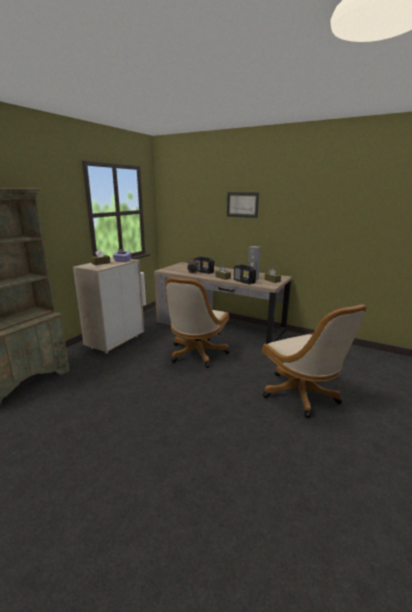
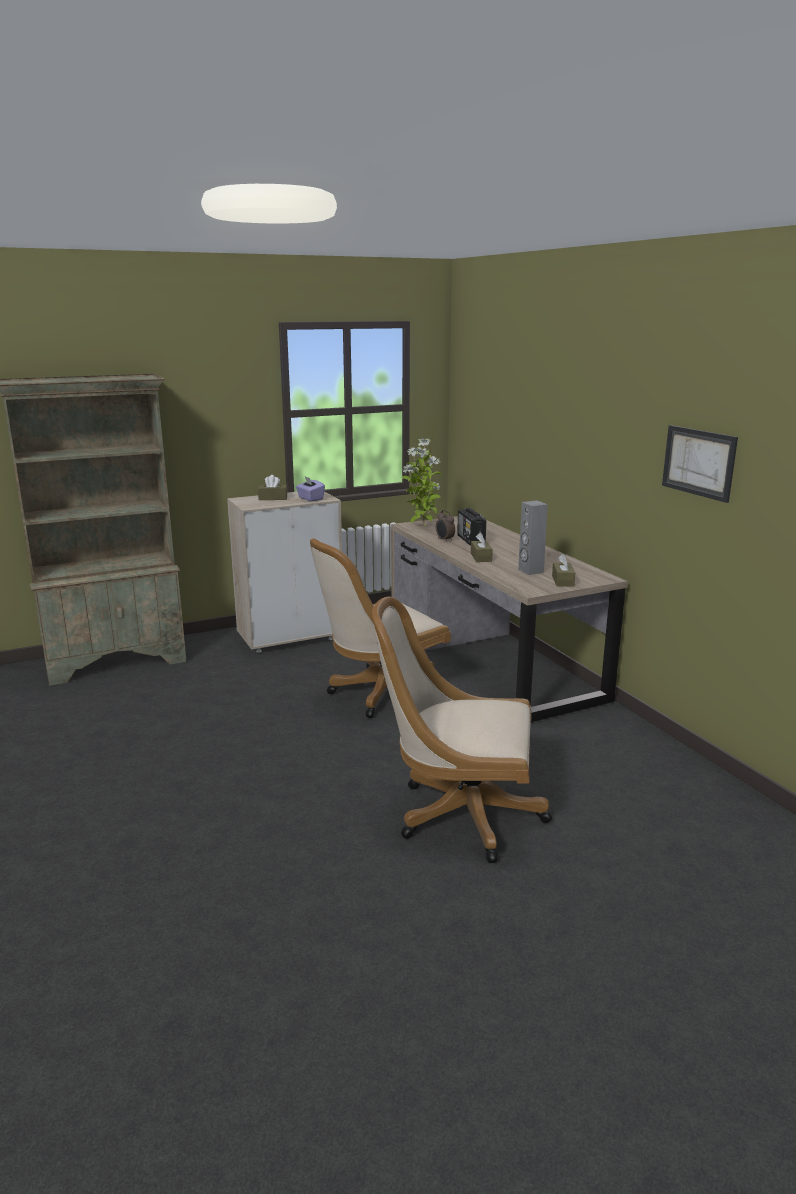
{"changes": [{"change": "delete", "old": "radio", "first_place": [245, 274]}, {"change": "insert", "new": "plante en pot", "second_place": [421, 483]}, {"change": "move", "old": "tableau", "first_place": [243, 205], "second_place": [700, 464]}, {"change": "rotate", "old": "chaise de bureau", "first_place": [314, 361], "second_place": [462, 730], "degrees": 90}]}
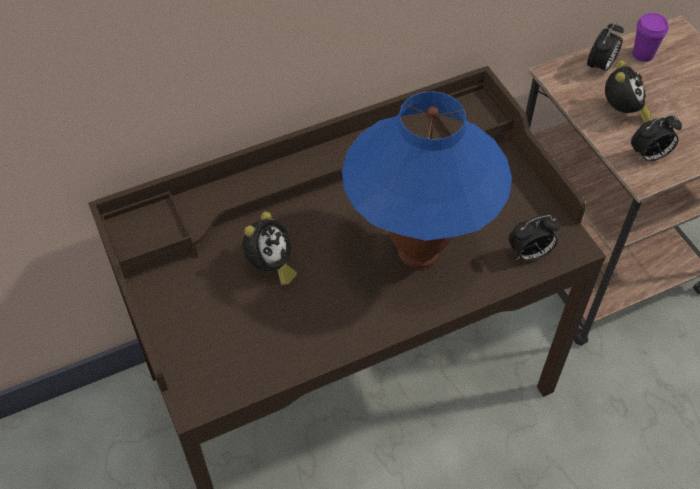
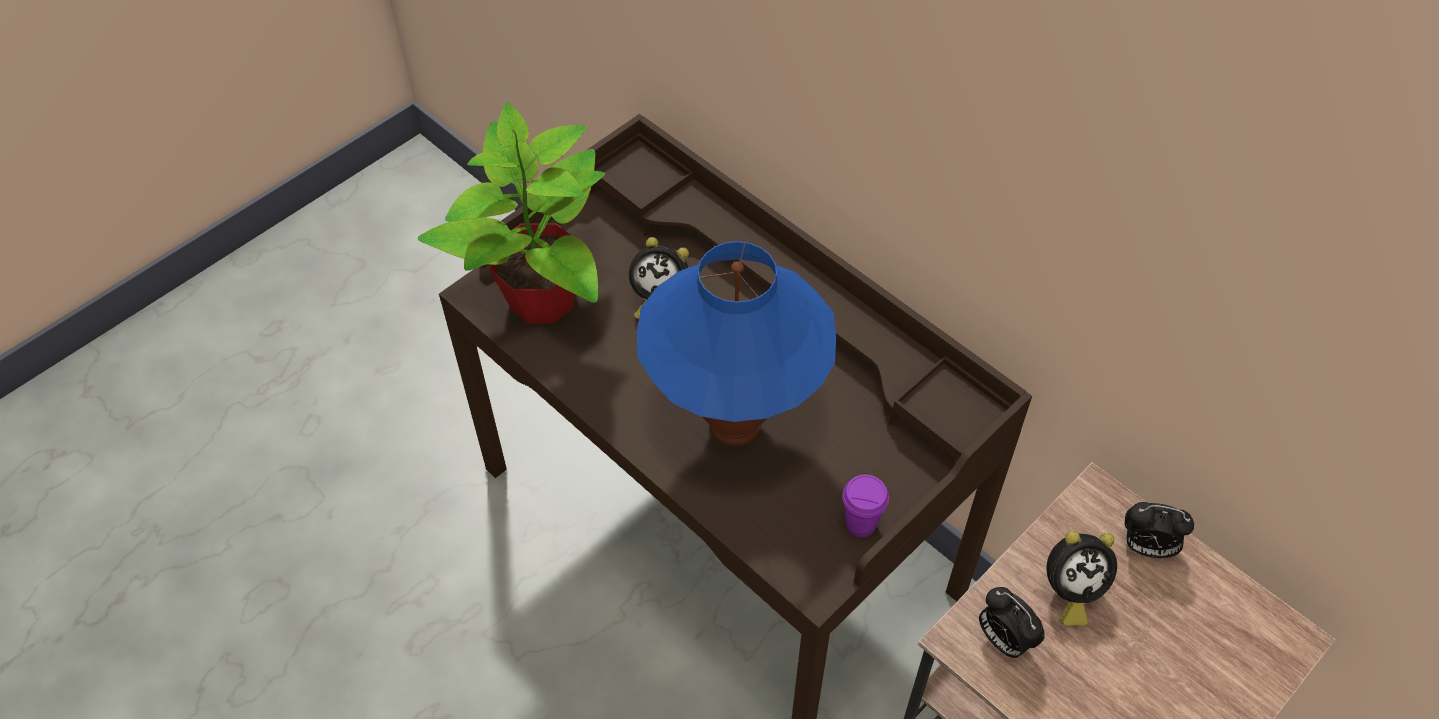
{"changes": [{"change": "delete", "old": "réveil", "first_place": [534, 238]}, {"change": "insert", "new": "plante en pot", "second_place": [511, 213]}, {"change": "move", "old": "tasse [violet]", "first_place": [651, 37], "second_place": [865, 505]}]}
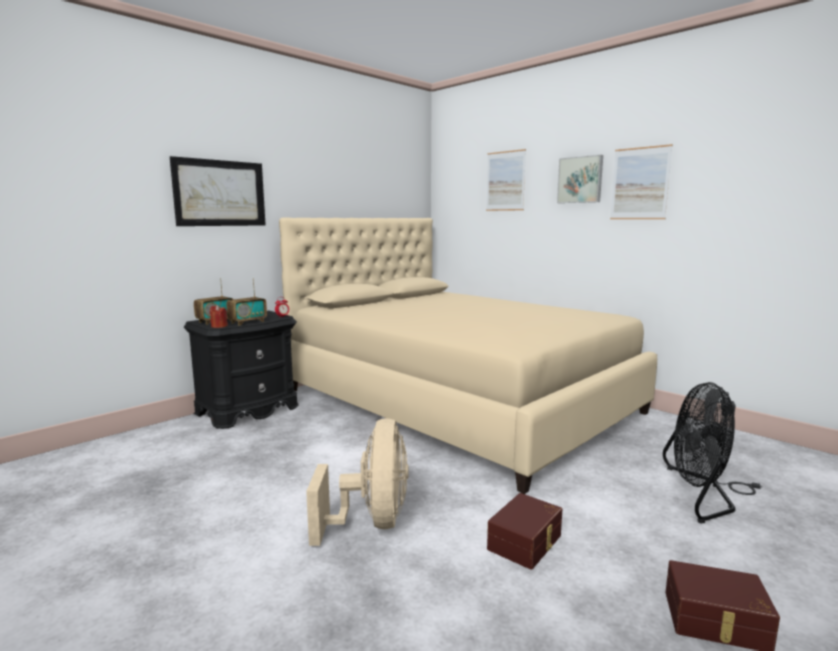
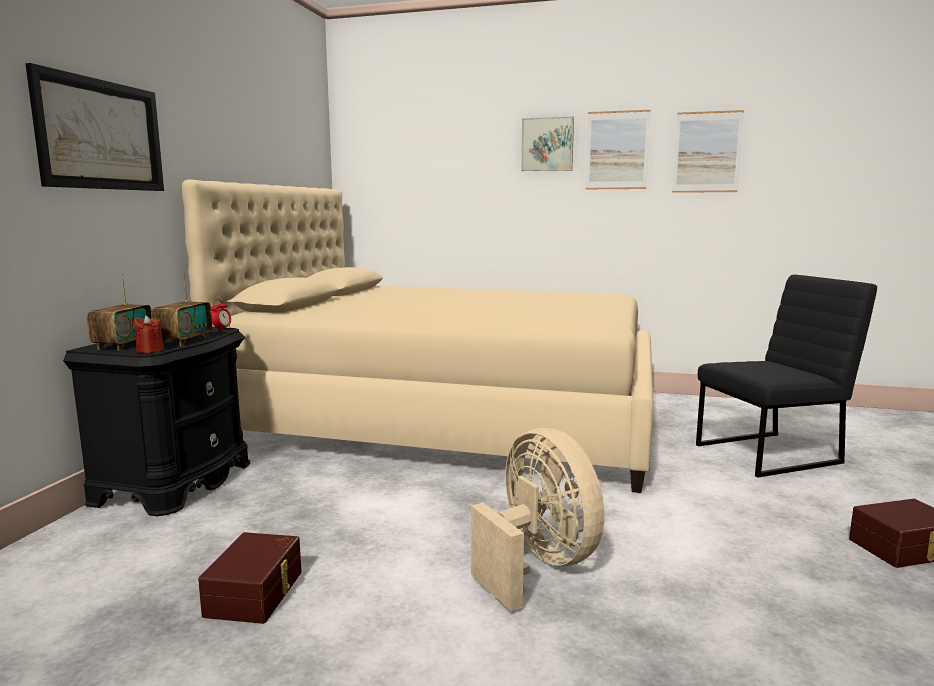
{"changes": [{"change": "move", "old": "tableau", "first_place": [506, 180], "second_place": [708, 151]}, {"change": "move", "old": "boîte de rangement [marron]", "first_place": [524, 531], "second_place": [250, 578]}, {"change": "replace", "old": "ventilateur [noir]", "new": "chaise [noir]", "first_place": [713, 453], "second_place": [786, 376]}]}
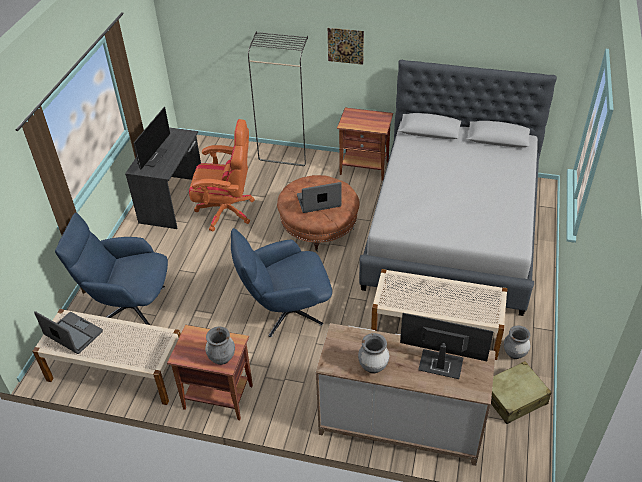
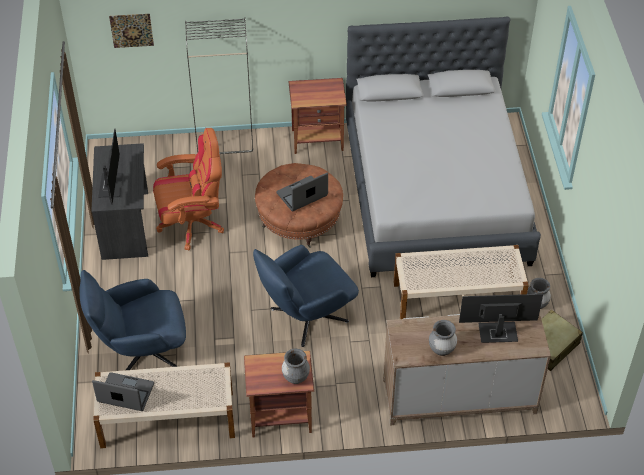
{"changes": [{"change": "move", "old": "tableau", "first_place": [346, 46], "second_place": [131, 31]}]}
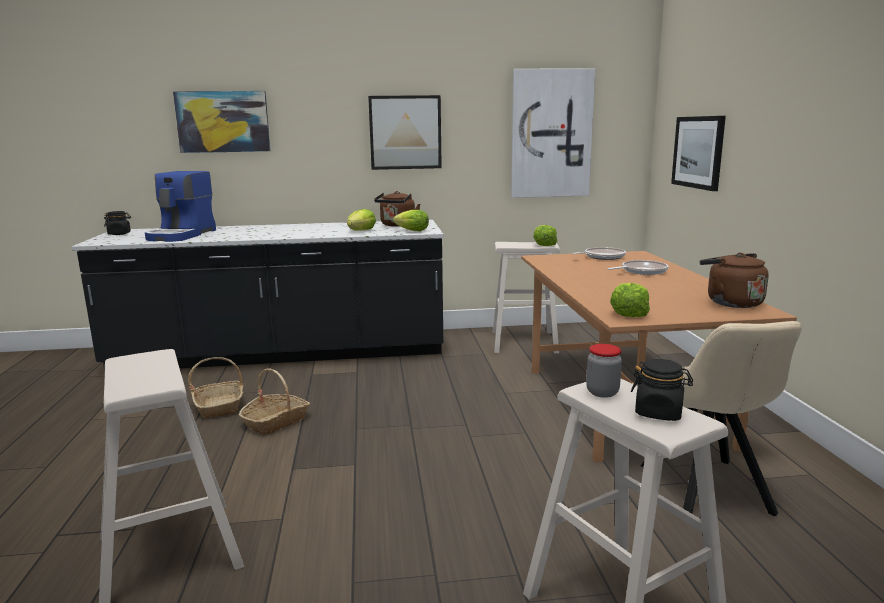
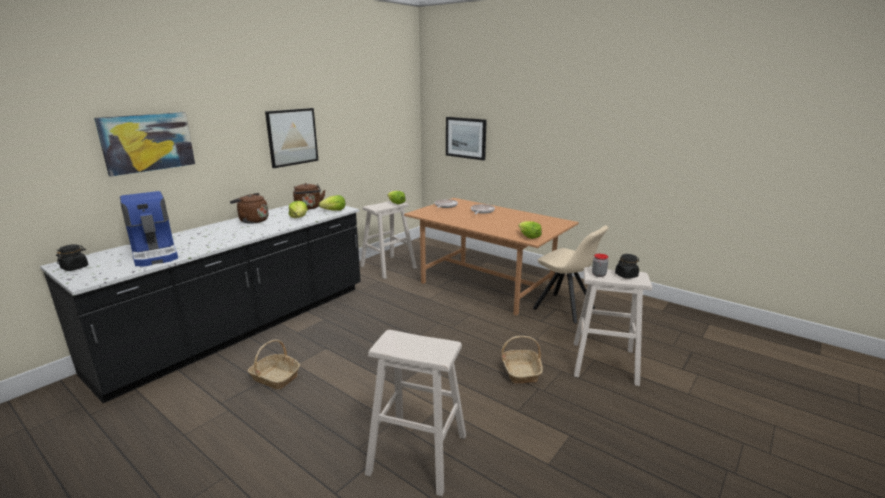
{"changes": [{"change": "delete", "old": "tableau", "first_place": [553, 133]}, {"change": "move", "old": "panier", "first_place": [274, 402], "second_place": [522, 359]}, {"change": "move", "old": "bouilloire [marron]", "first_place": [734, 280], "second_place": [249, 208]}]}
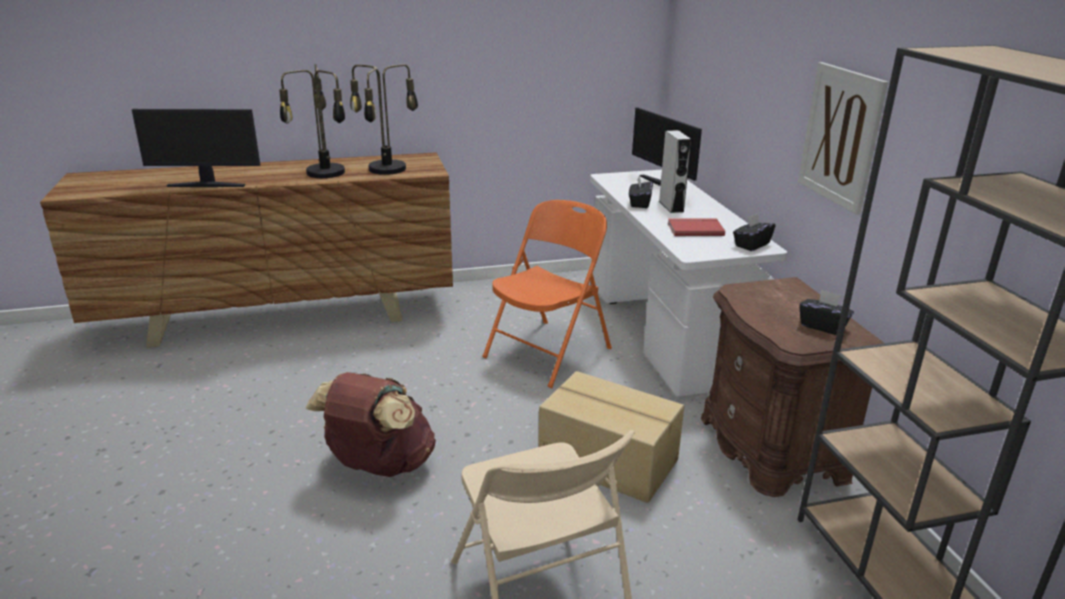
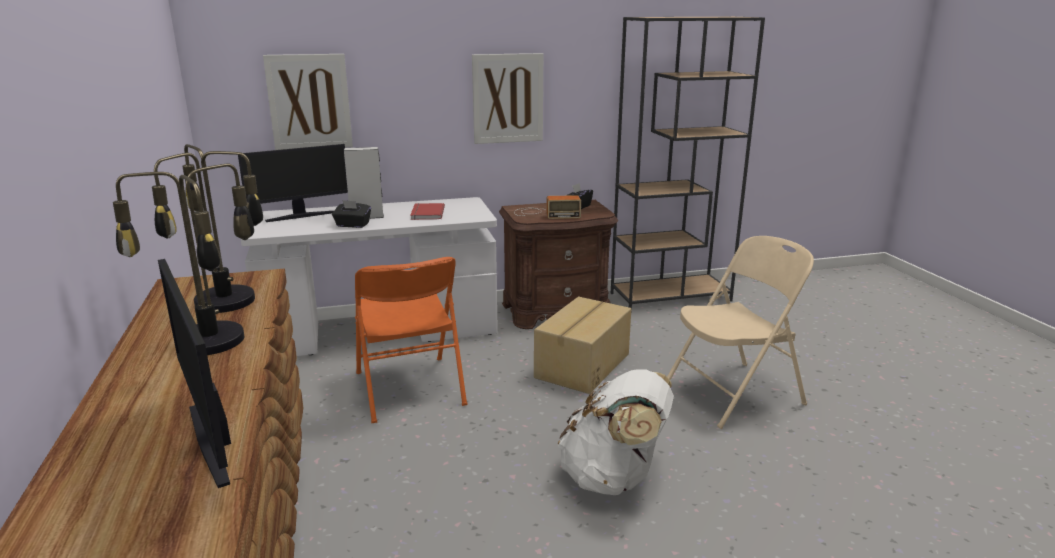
{"changes": [{"change": "delete", "old": "boîte à mouchoirs [noir]", "first_place": [754, 232]}, {"change": "insert", "new": "tableau", "second_place": [308, 102]}, {"change": "insert", "new": "radio", "second_place": [547, 207]}, {"change": "recolor", "old": "sac à dos [marron]", "new": "sac à dos [blanc]", "first_place": [371, 424], "second_place": [616, 432]}, {"change": "rotate", "old": "écran d'ordinateur", "first_place": [196, 148], "second_place": [194, 373], "degrees": 150}, {"change": "rotate", "old": "chaise [orange]", "first_place": [547, 294], "second_place": [411, 340], "degrees": -150}]}
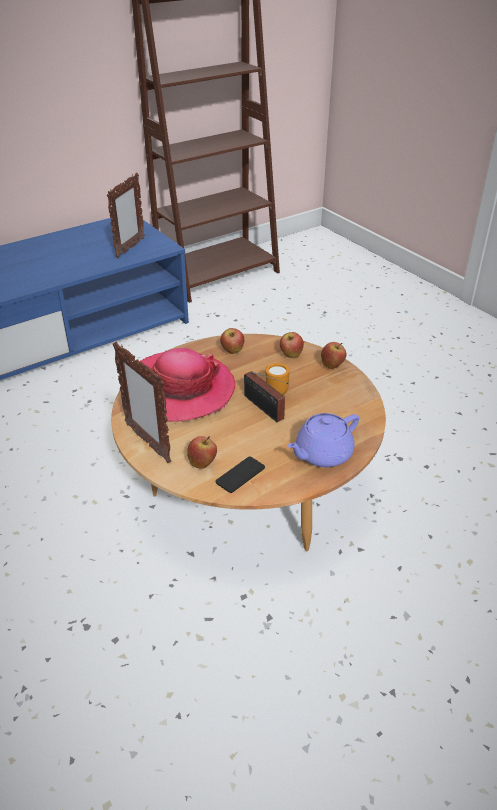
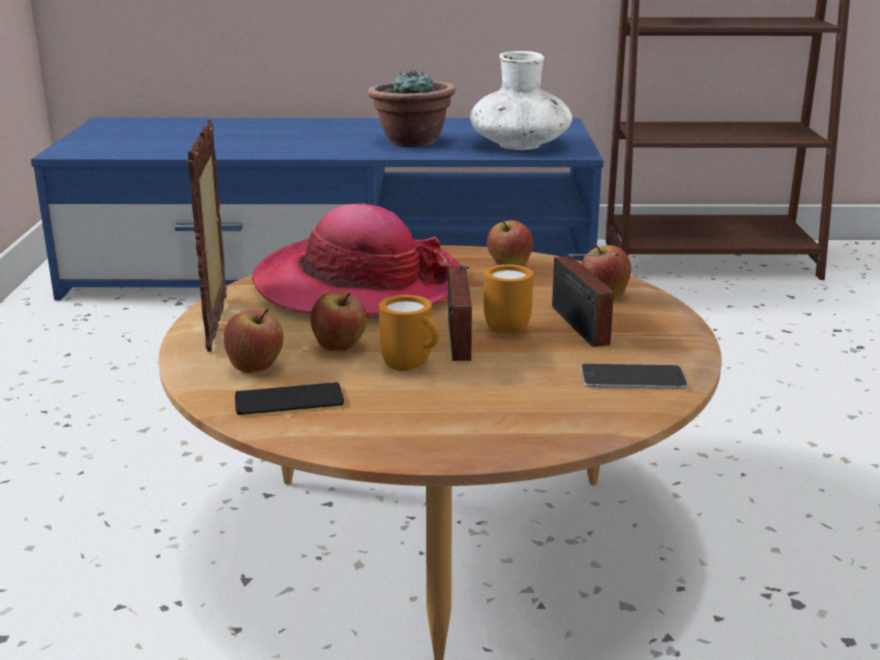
{"changes": [{"change": "delete", "old": "théière [violet]", "first_place": [323, 440]}, {"change": "insert", "new": "plante en pot", "second_place": [412, 107]}, {"change": "insert", "new": "mug [orange]", "second_place": [409, 333]}, {"change": "insert", "new": "radio", "second_place": [585, 300]}, {"change": "insert", "new": "téléphone", "second_place": [634, 376]}, {"change": "move", "old": "pomme", "first_place": [333, 355], "second_place": [338, 321]}, {"change": "replace", "old": "cadre photo", "new": "vase [blanc]", "first_place": [126, 215], "second_place": [521, 100]}]}
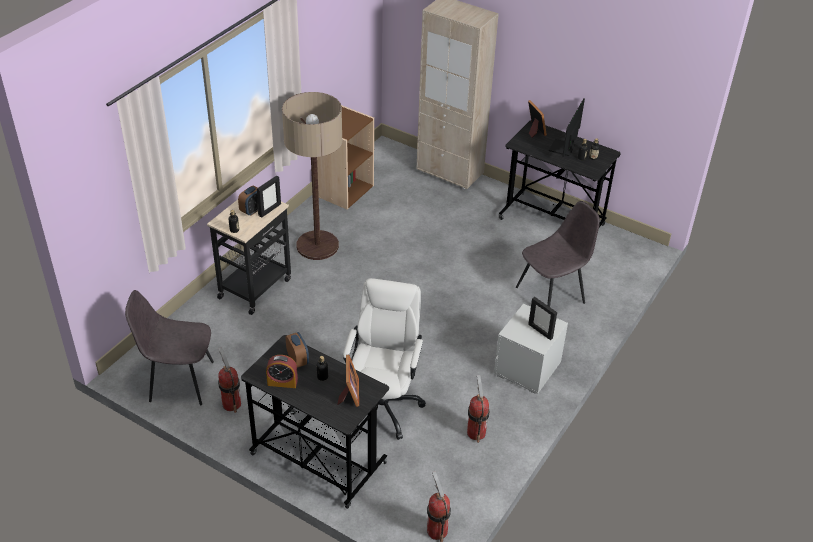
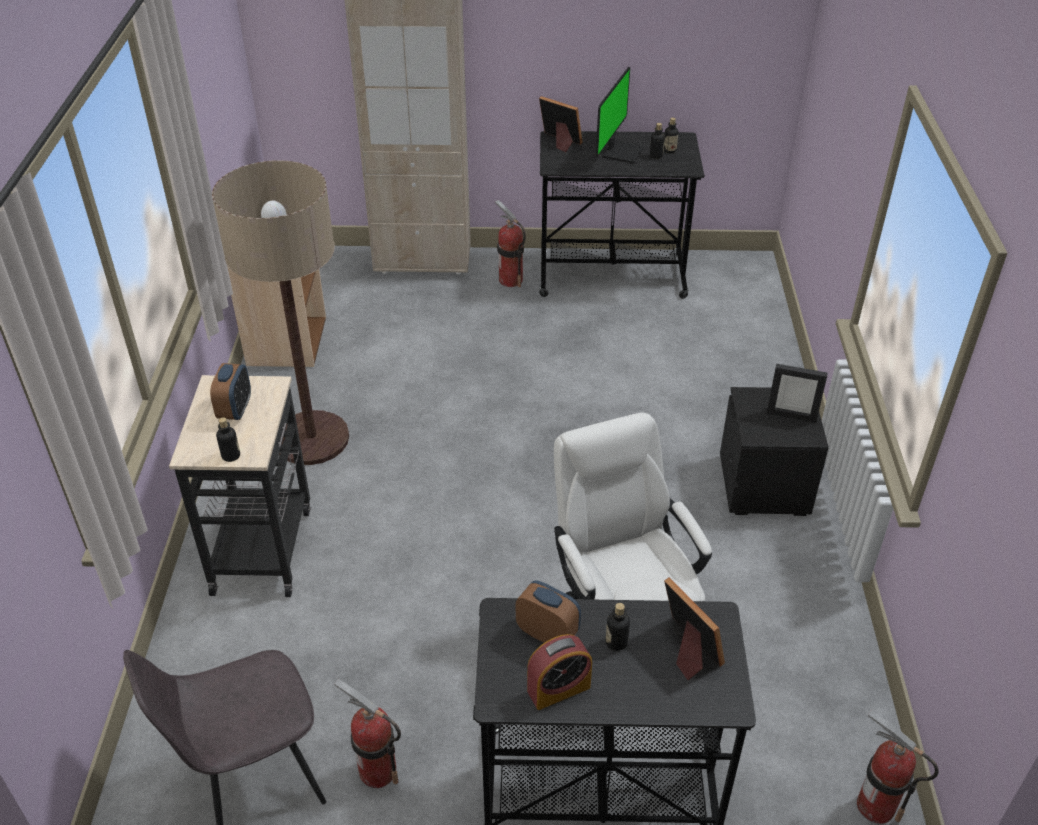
{"changes": [{"change": "delete", "old": "cadre photo", "first_place": [269, 196]}, {"change": "delete", "old": "chaise [gris]", "first_place": [558, 254]}, {"change": "move", "old": "extincteur", "first_place": [478, 409], "second_place": [510, 243]}, {"change": "recolor", "old": "table de chevet [blanc]", "new": "table de chevet [noir]", "first_place": [531, 349], "second_place": [774, 451]}, {"change": "rotate", "old": "écran d'ordinateur", "first_place": [567, 127], "second_place": [620, 115], "degrees": -150}]}
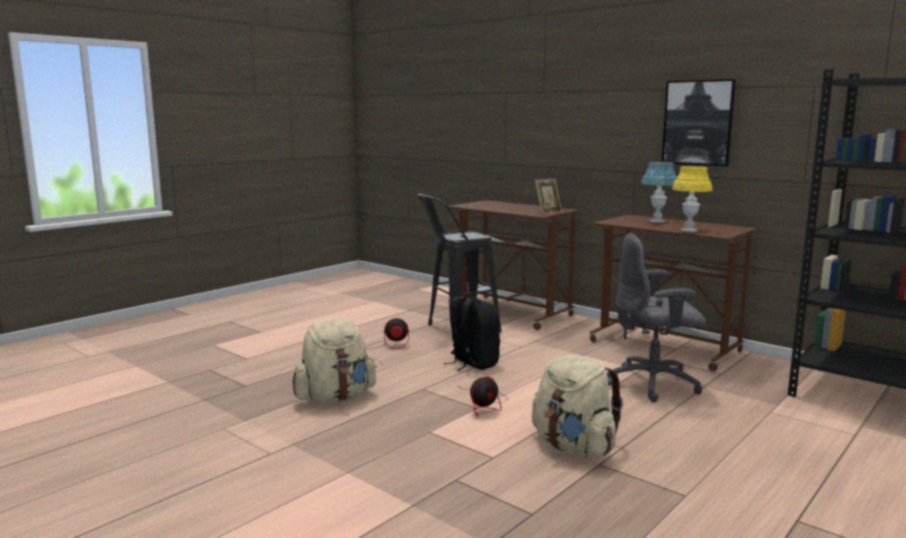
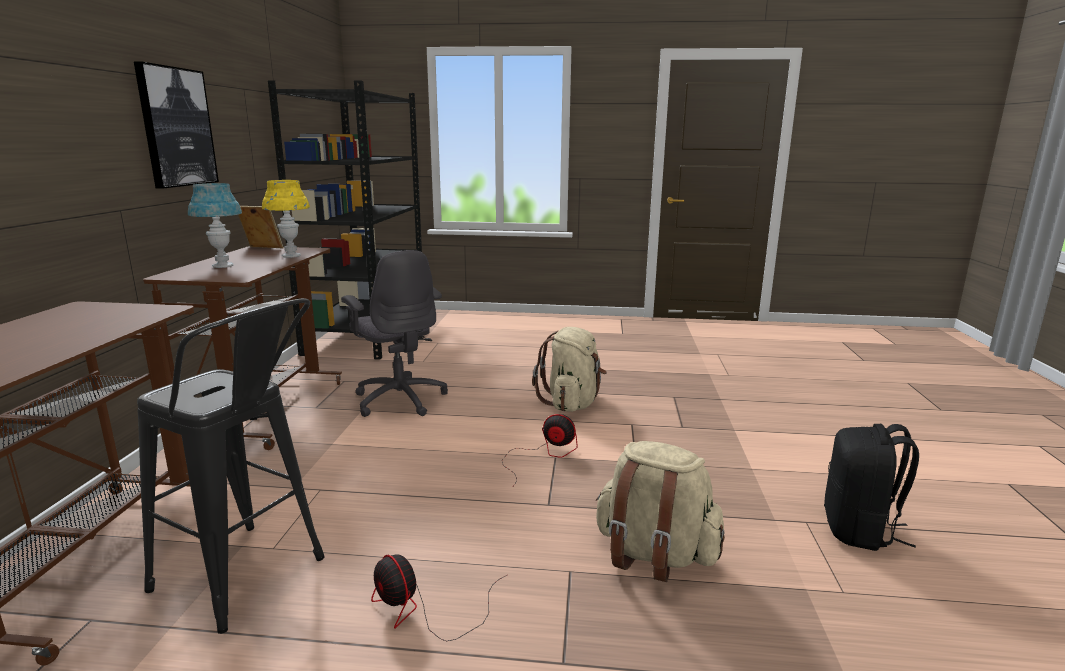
{"changes": [{"change": "move", "old": "sac à dos [noir]", "first_place": [471, 333], "second_place": [871, 487]}, {"change": "move", "old": "cadre photo", "first_place": [548, 197], "second_place": [261, 227]}]}
